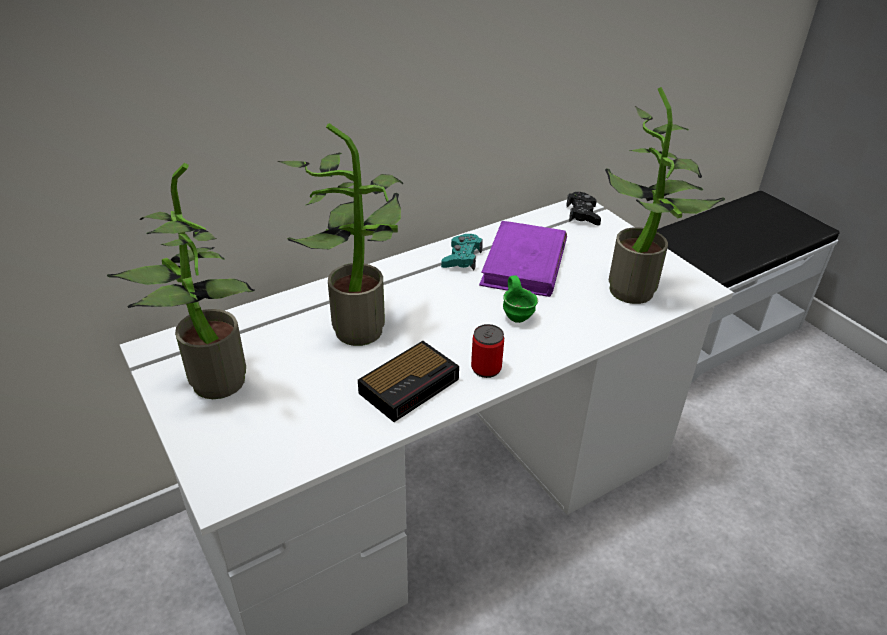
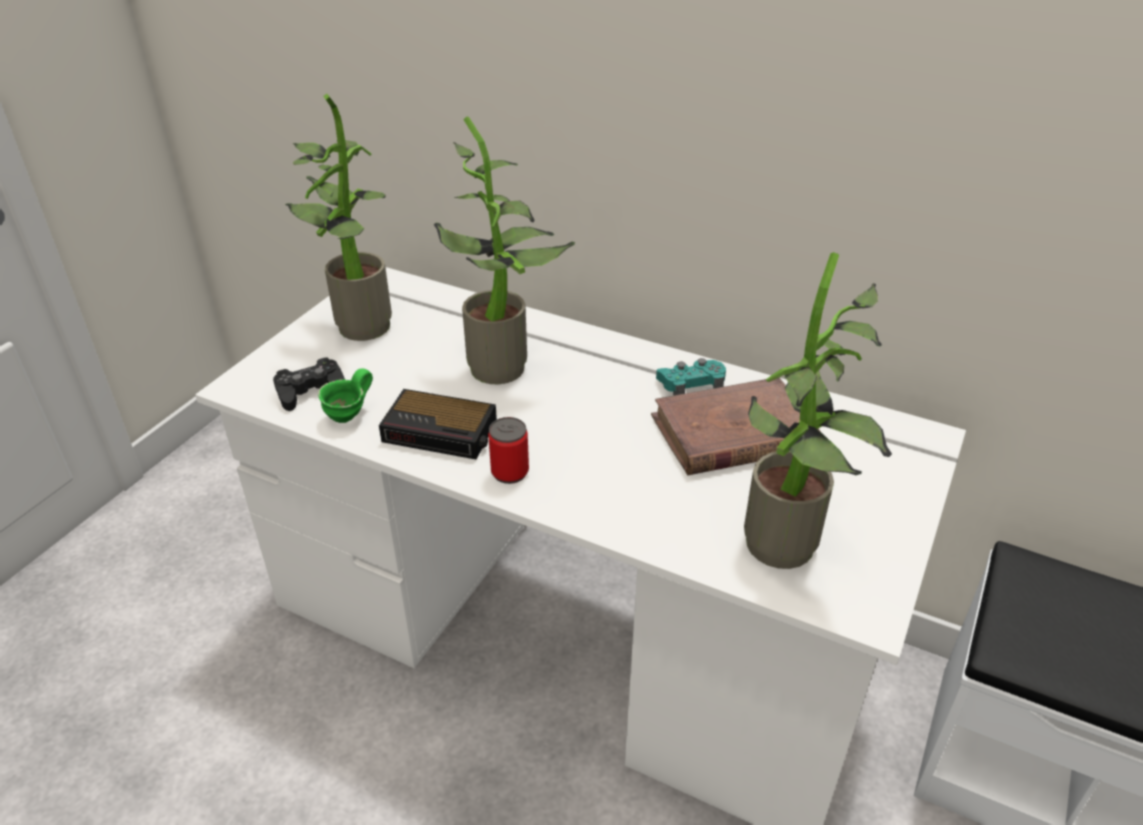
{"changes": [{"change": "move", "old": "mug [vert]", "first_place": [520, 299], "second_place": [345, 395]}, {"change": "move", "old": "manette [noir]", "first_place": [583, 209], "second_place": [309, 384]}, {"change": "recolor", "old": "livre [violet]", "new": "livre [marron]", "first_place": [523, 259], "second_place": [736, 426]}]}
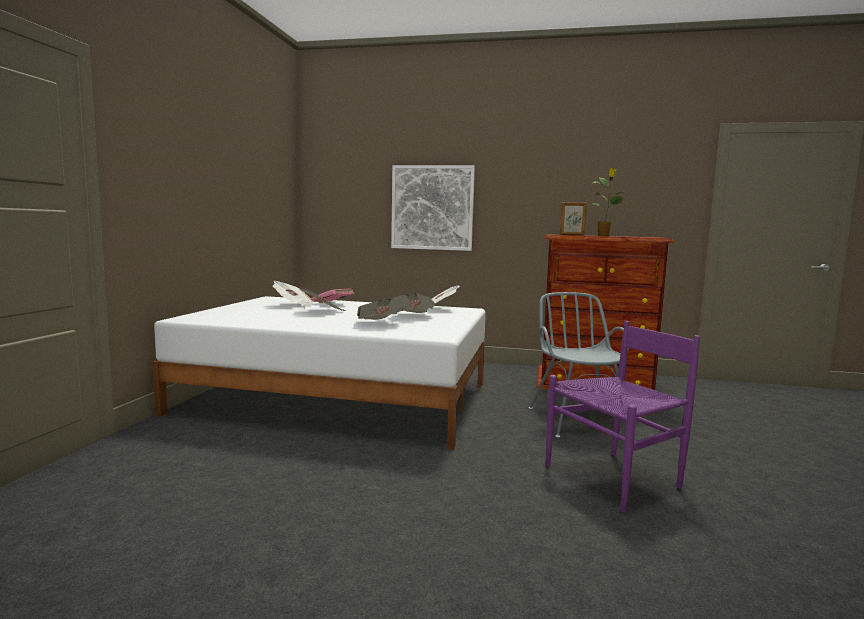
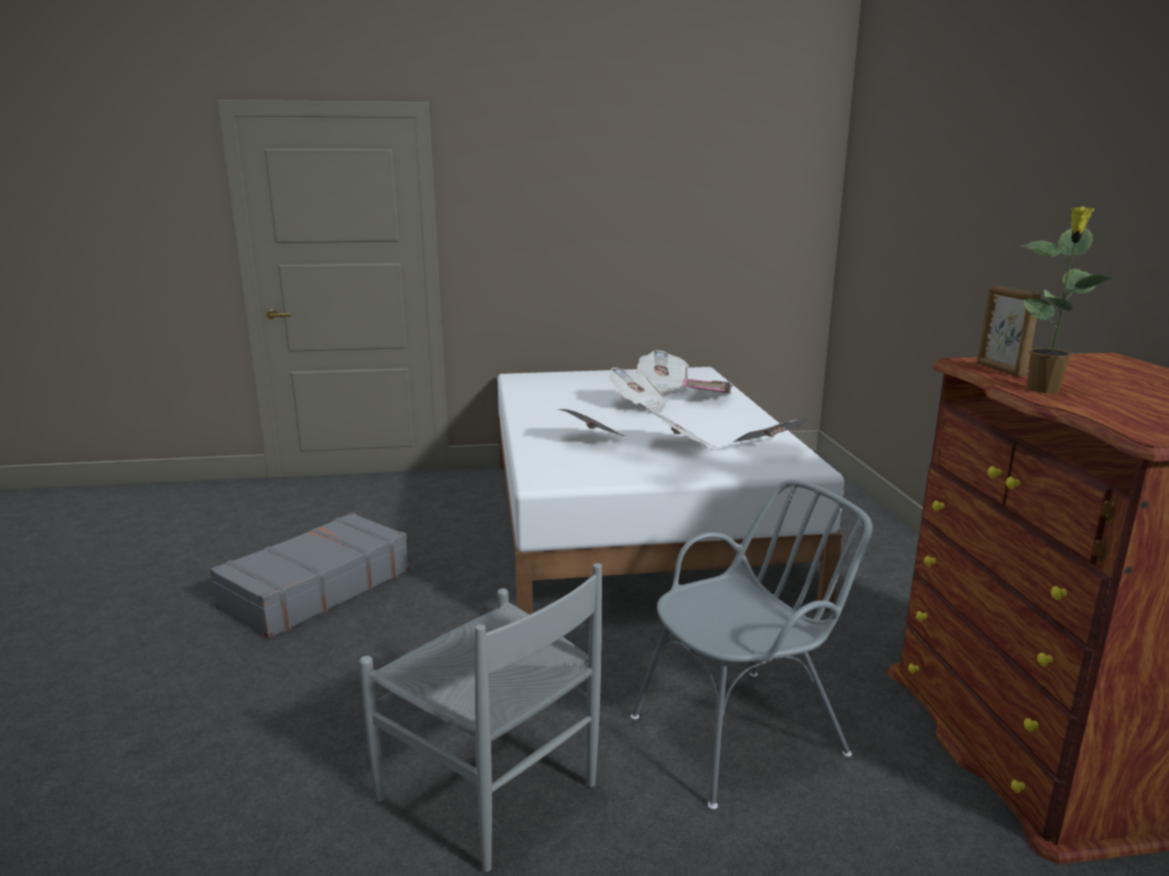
{"changes": [{"change": "delete", "old": "tableau", "first_place": [433, 208]}, {"change": "insert", "new": "valise [gris]", "second_place": [309, 575]}, {"change": "recolor", "old": "chaise [violet]", "new": "chaise [gris]", "first_place": [623, 417], "second_place": [480, 717]}]}
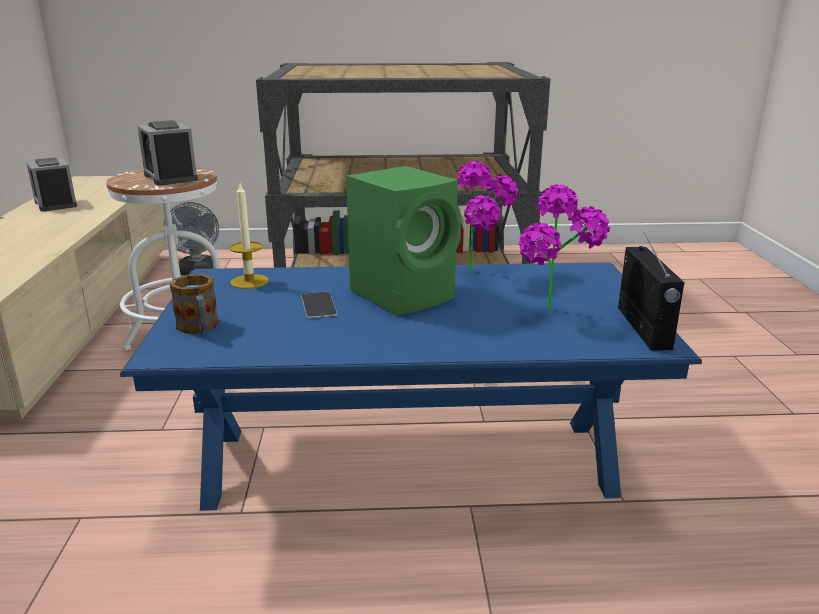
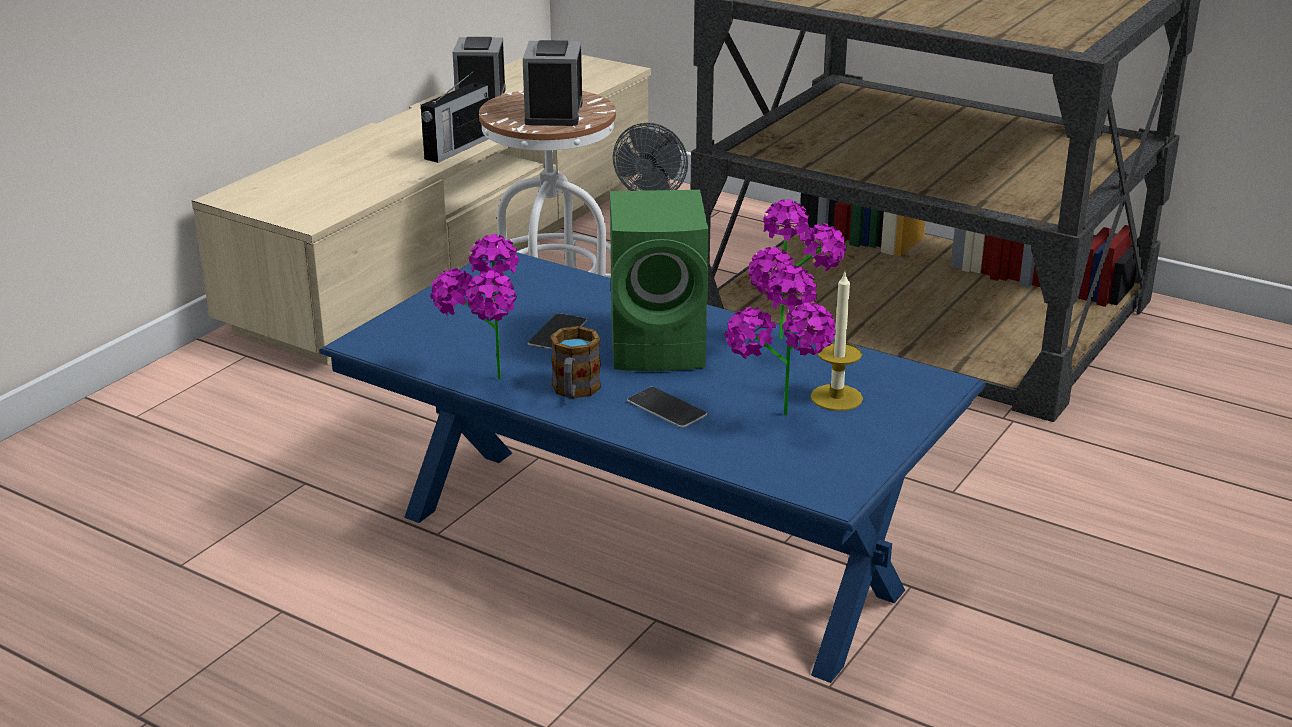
{"changes": [{"change": "insert", "new": "plante en pot", "second_place": [474, 307]}, {"change": "insert", "new": "téléphone", "second_place": [667, 407]}, {"change": "move", "old": "mug", "first_place": [194, 304], "second_place": [576, 362]}, {"change": "move", "old": "bougie", "first_place": [249, 236], "second_place": [836, 341]}, {"change": "move", "old": "radio", "first_place": [651, 291], "second_place": [455, 117]}]}
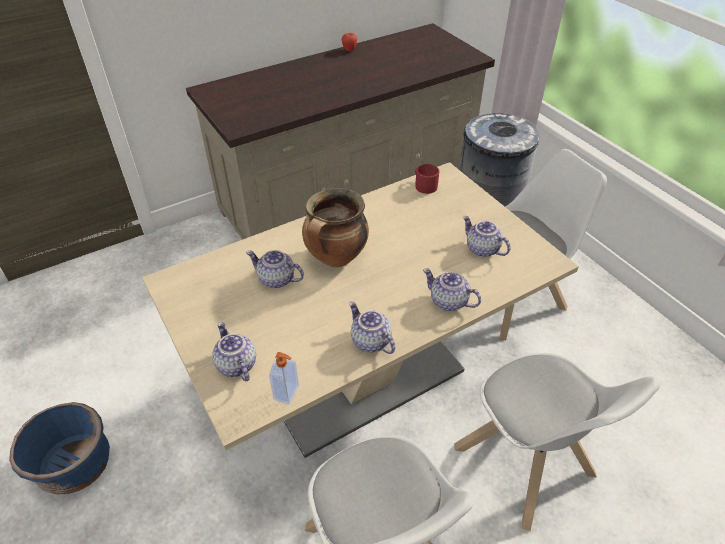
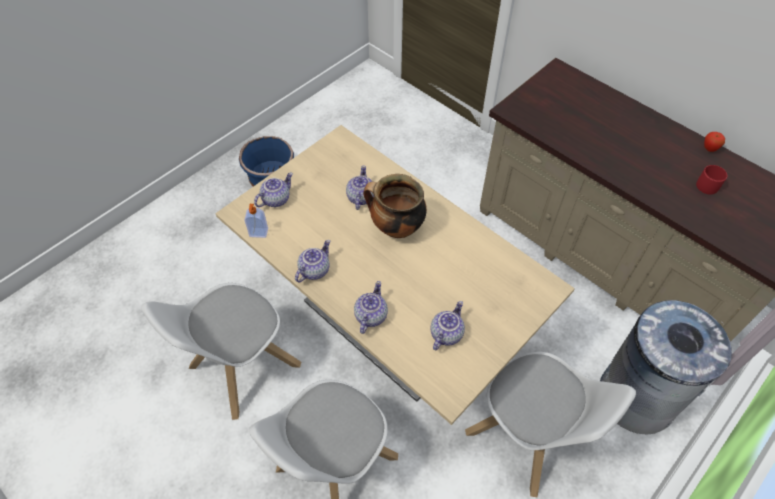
{"changes": [{"change": "move", "old": "mug [rouge]", "first_place": [427, 179], "second_place": [711, 179]}]}
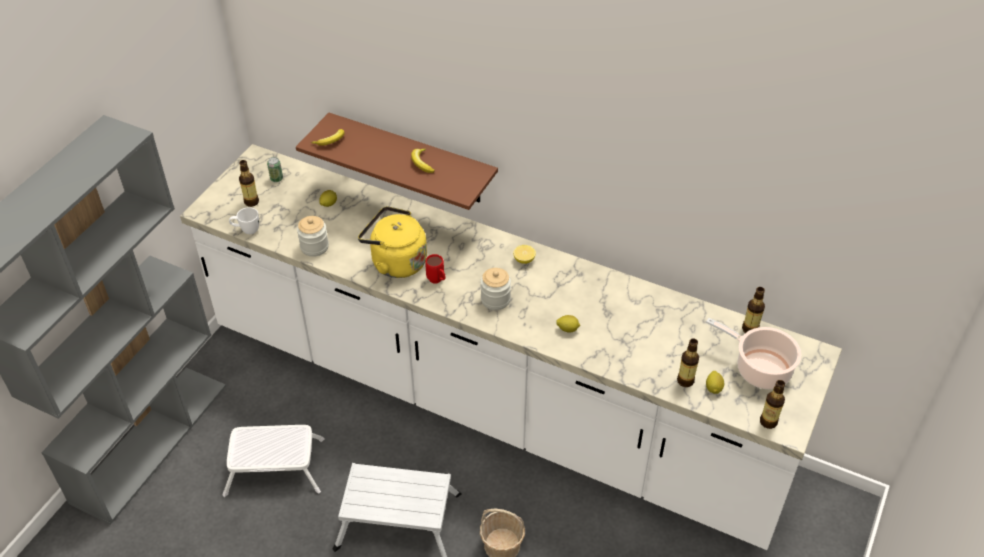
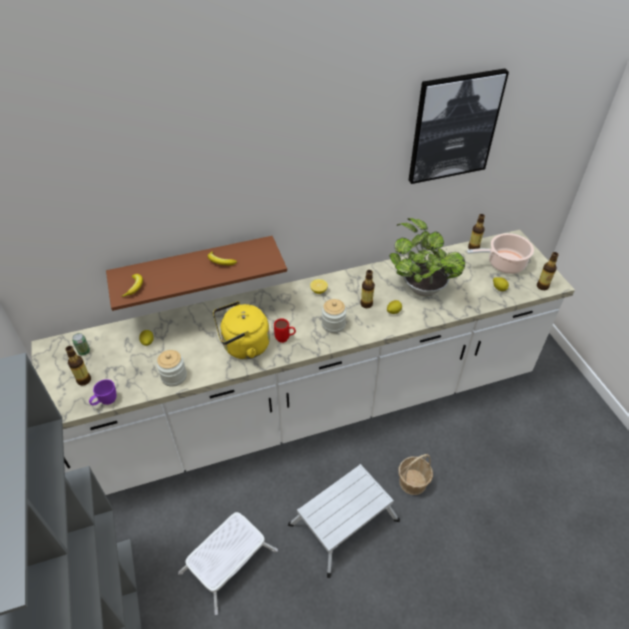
{"changes": [{"change": "insert", "new": "plante en pot", "second_place": [427, 257]}, {"change": "insert", "new": "tableau", "second_place": [459, 126]}, {"change": "move", "old": "bouteille", "first_place": [688, 362], "second_place": [367, 289]}, {"change": "recolor", "old": "mug [blanc]", "new": "mug [violet]", "first_place": [244, 220], "second_place": [102, 392]}]}
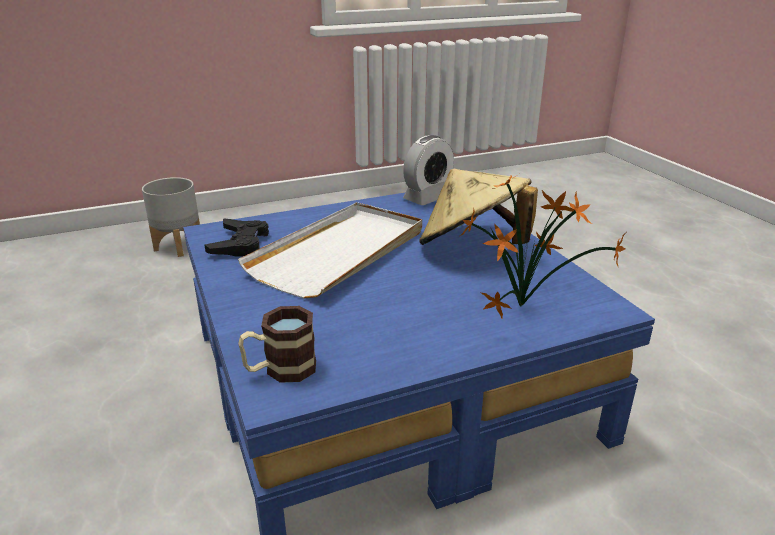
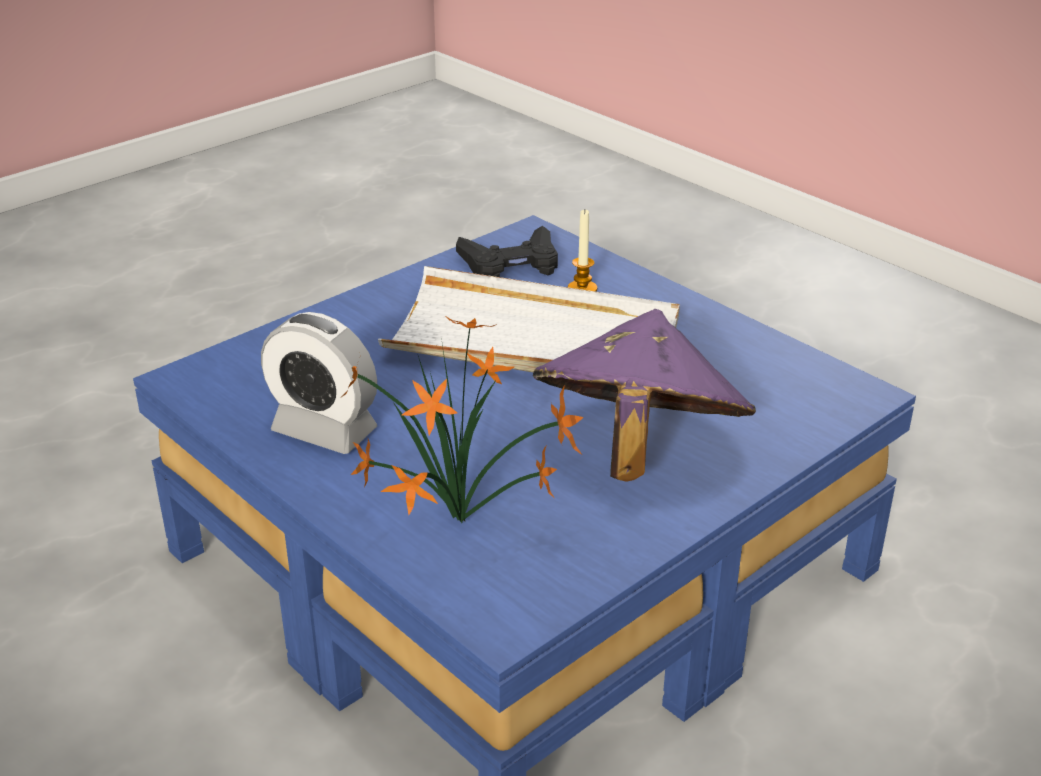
{"changes": [{"change": "delete", "old": "cache-pot [gris]", "first_place": [171, 217]}, {"change": "delete", "old": "mug", "first_place": [277, 344]}, {"change": "insert", "new": "bougie", "second_place": [582, 251]}, {"change": "move", "old": "réveil", "first_place": [428, 170], "second_place": [319, 383]}, {"change": "recolor", "old": "chapeau [beige]", "new": "chapeau [violet]", "first_place": [478, 207], "second_place": [644, 395]}]}
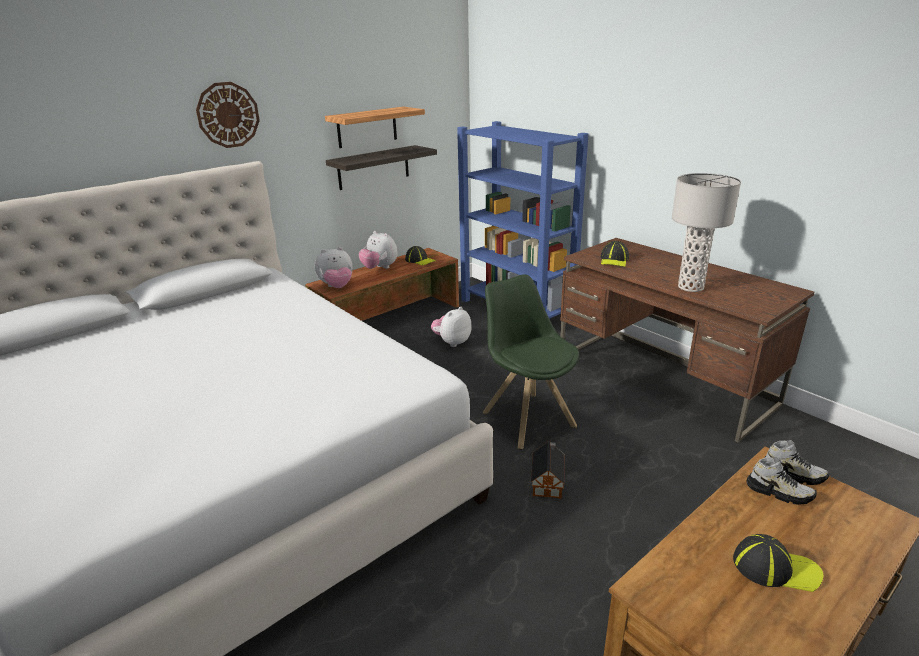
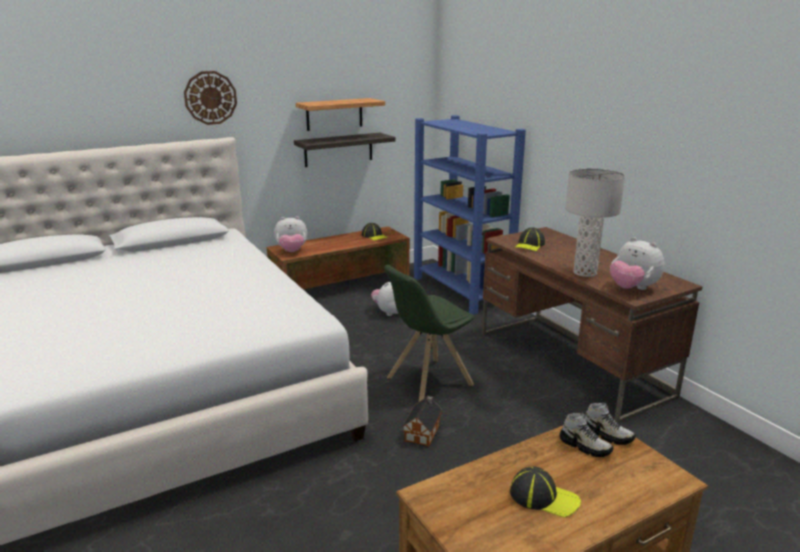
{"changes": [{"change": "move", "old": "peluche", "first_place": [378, 250], "second_place": [637, 263]}, {"change": "rotate", "old": "chaise [vert]", "first_place": [531, 361], "second_place": [429, 333], "degrees": -105}]}
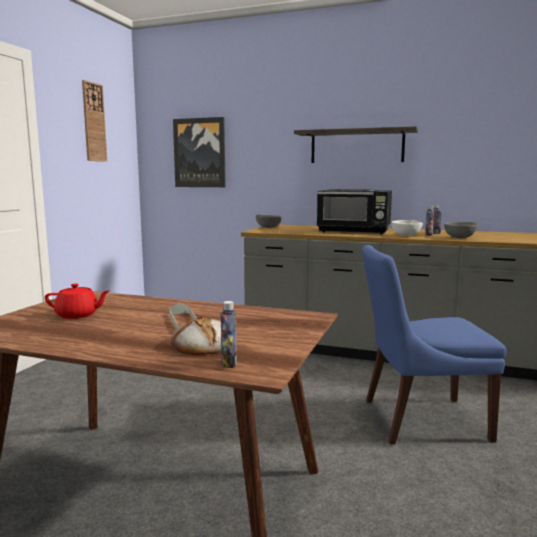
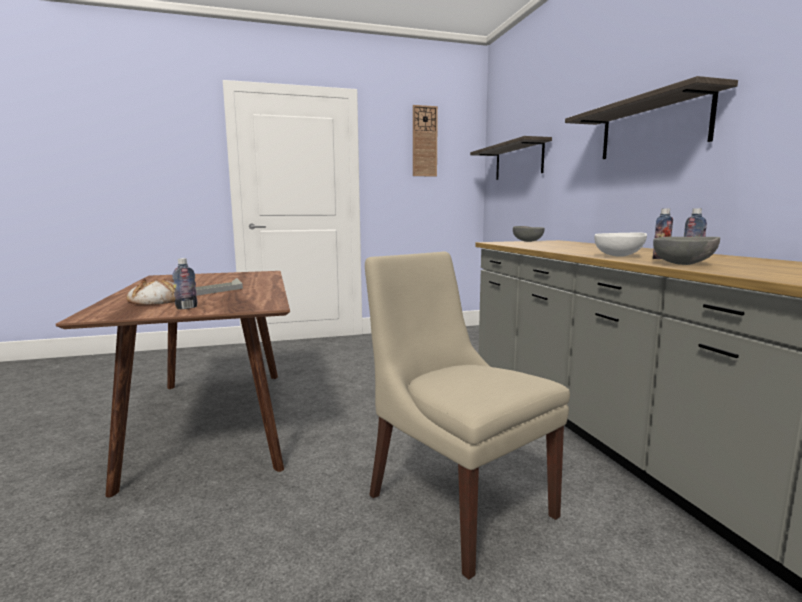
{"changes": [{"change": "delete", "old": "théière [rouge]", "first_place": [77, 301]}, {"change": "delete", "old": "micro-ondes [noir]", "first_place": [354, 211]}, {"change": "move", "old": "bouteille", "first_place": [229, 334], "second_place": [185, 283]}, {"change": "replace", "old": "tableau", "new": "étagère", "first_place": [199, 152], "second_place": [511, 158]}, {"change": "recolor", "old": "chaise [bleu]", "new": "chaise [beige]", "first_place": [434, 345], "second_place": [467, 416]}]}
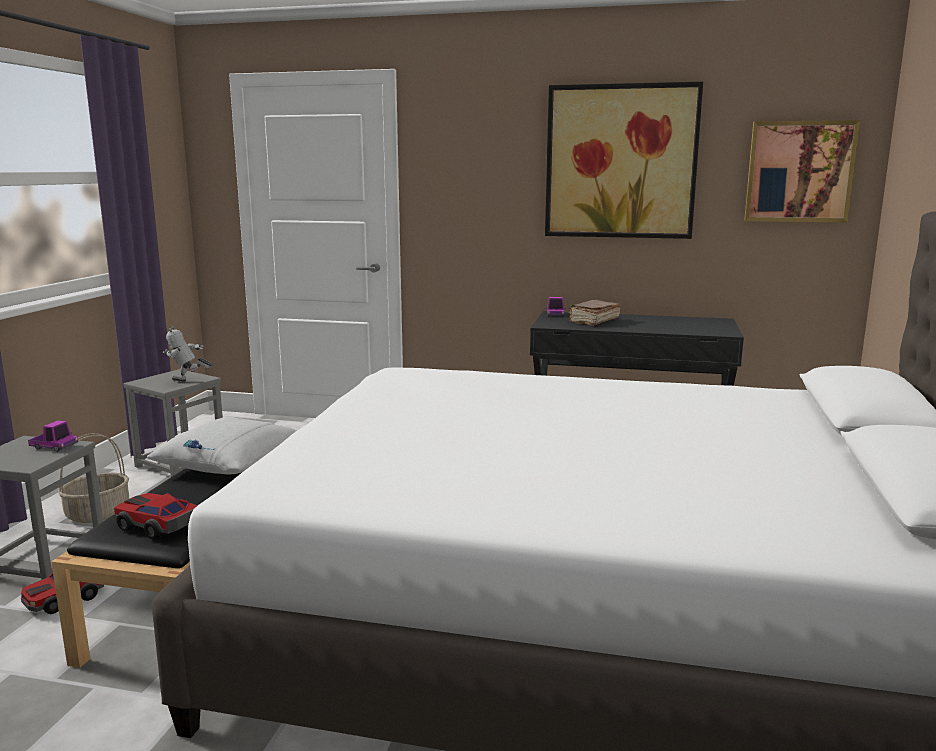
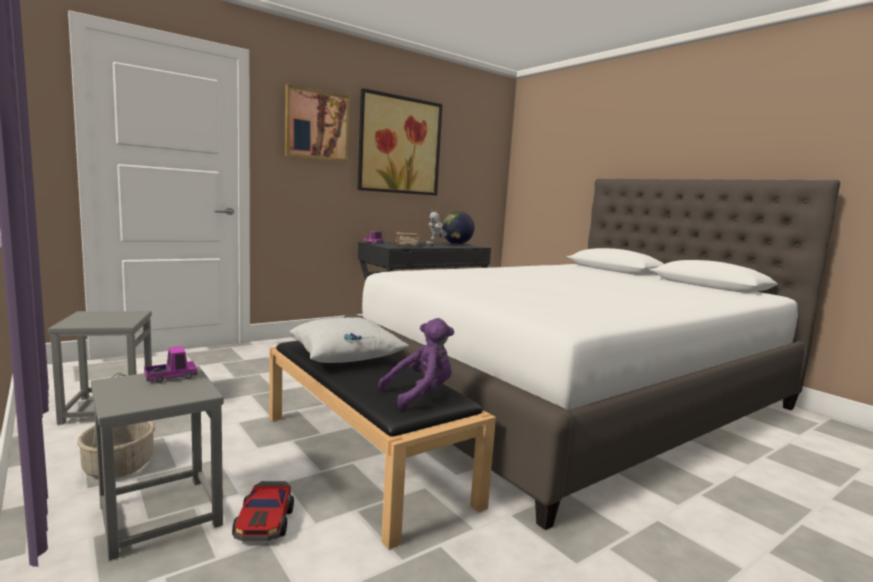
{"changes": [{"change": "insert", "new": "globe", "second_place": [458, 227]}, {"change": "move", "old": "robot jouet", "first_place": [187, 354], "second_place": [436, 228]}, {"change": "move", "old": "tableau", "first_place": [802, 171], "second_place": [317, 123]}, {"change": "replace", "old": "petite voiture", "new": "peluche [violet]", "first_place": [155, 516], "second_place": [416, 363]}]}
